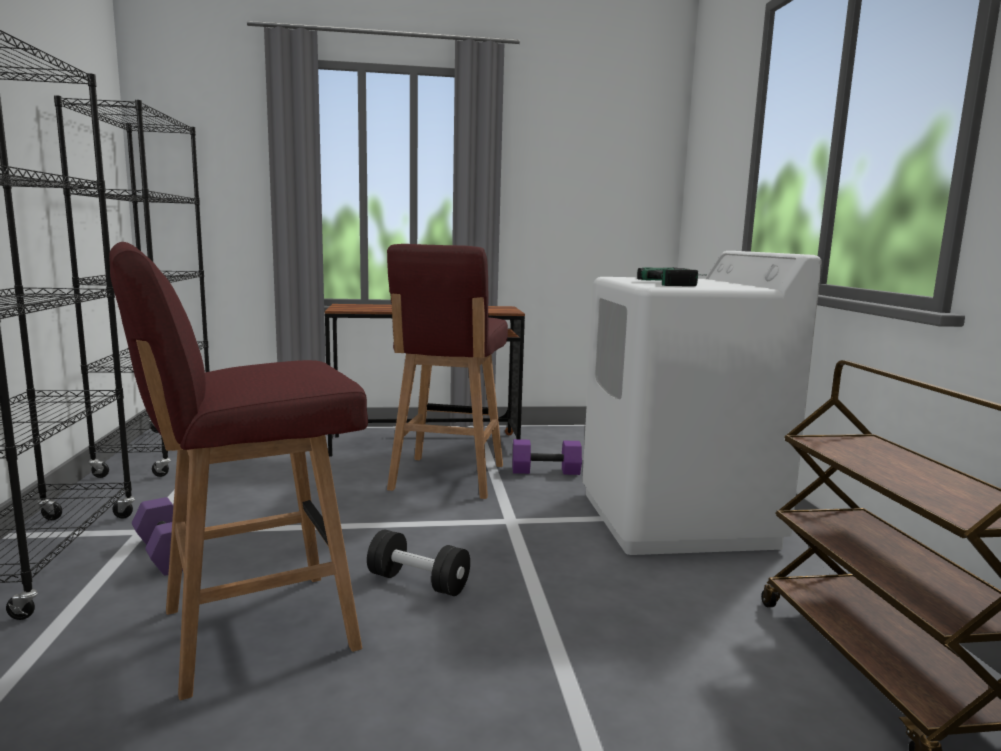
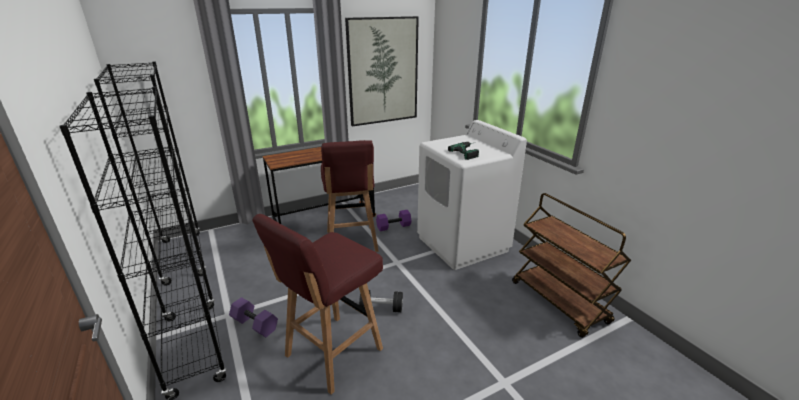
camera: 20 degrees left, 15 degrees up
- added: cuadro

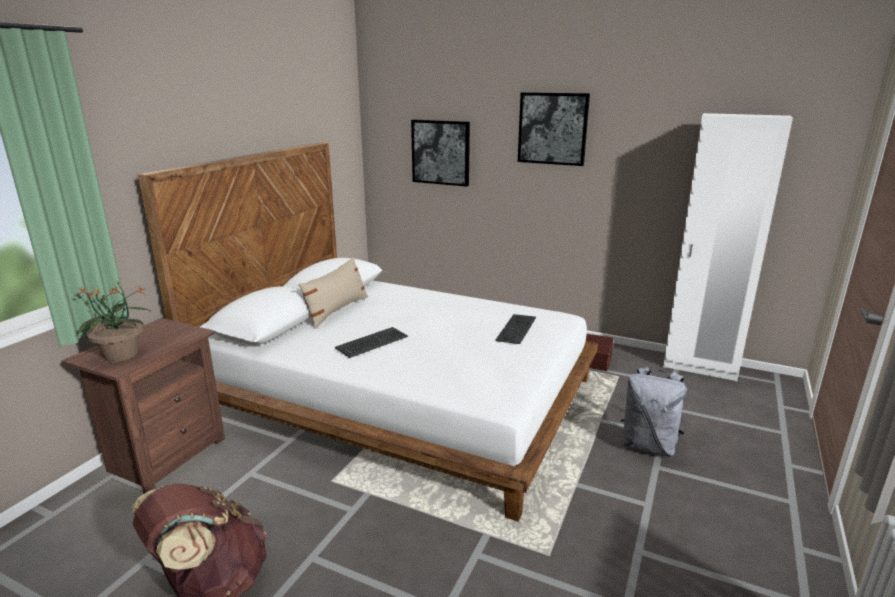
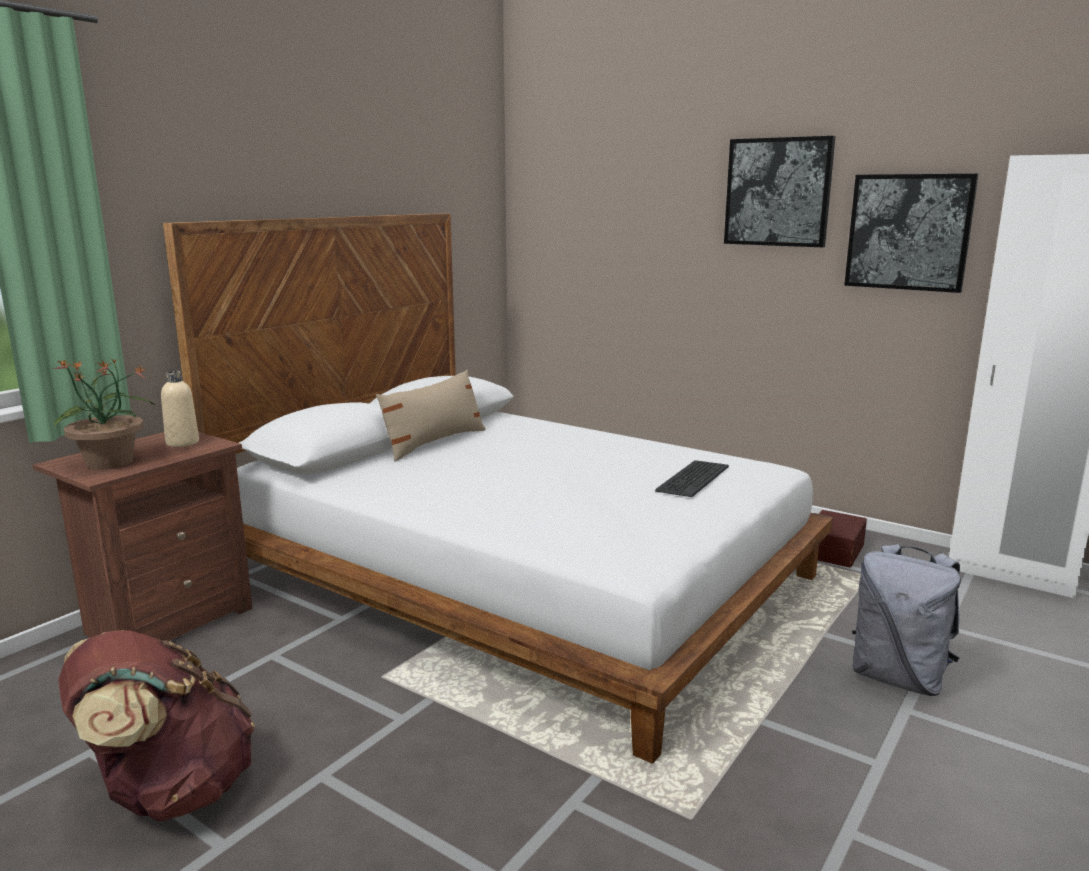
camera: 10 degrees right, 5 degrees down
- removed: teclado (1st from left)
- added: botella (beis)
- moved: cuadro (1st from left in the first image) to cuadro (2nd from left)

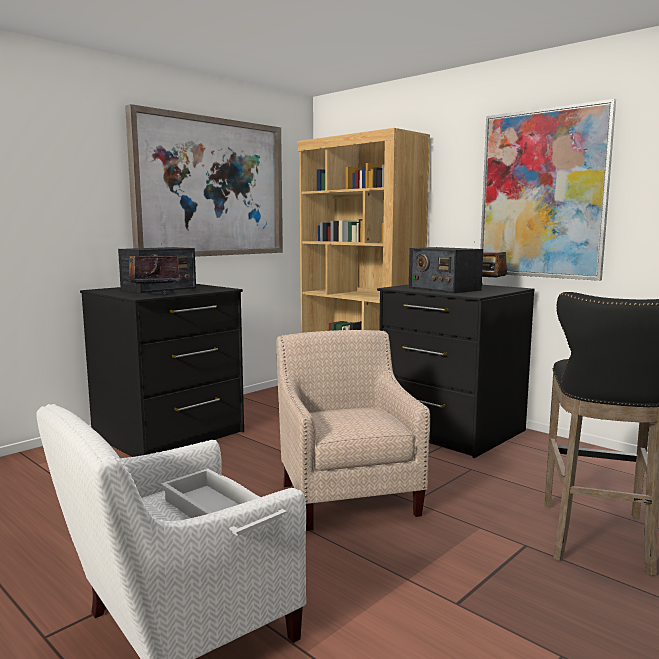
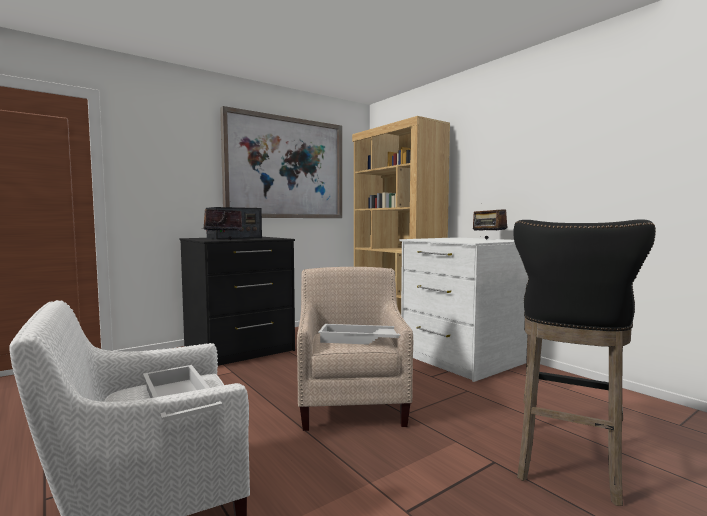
camera: 10 degrees right, 5 degrees down
- removed: radio (3rd from left)
- removed: cuadro (2nd from left)
- added: bandeja (blanco) (2nd from left)
- recoloured: cómoda (negro) (2nd from left) to cómoda (blanco)

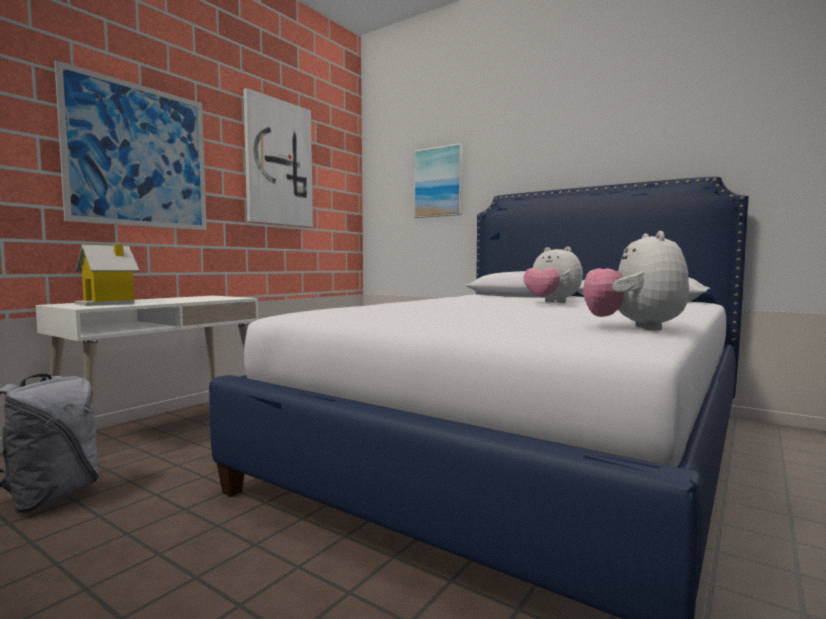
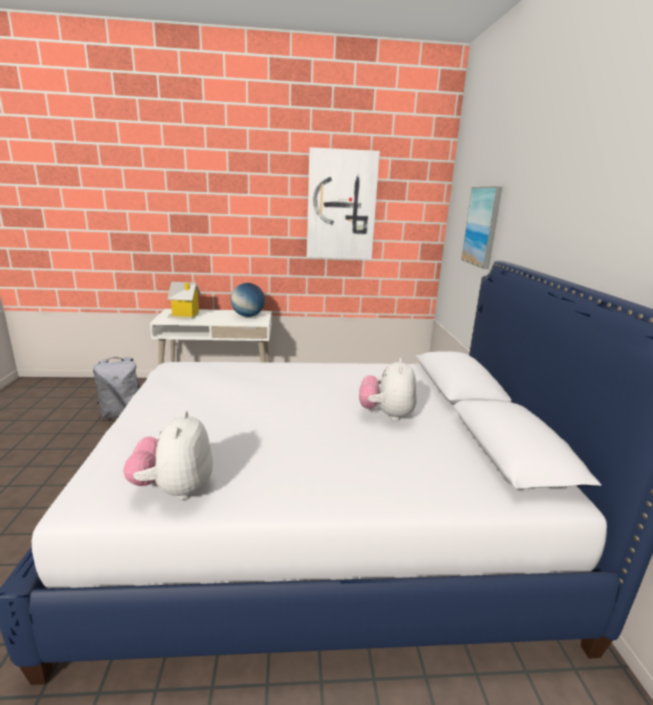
camera: 50 degrees right, 15 degrees up
- removed: cuadro (1st from left)
- added: globo terráqueo
- turned: peluche (2nd from left in the first image) 60 degrees counterclockwise

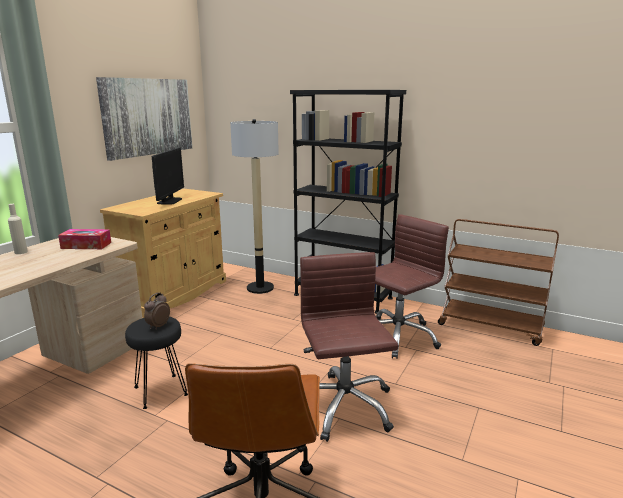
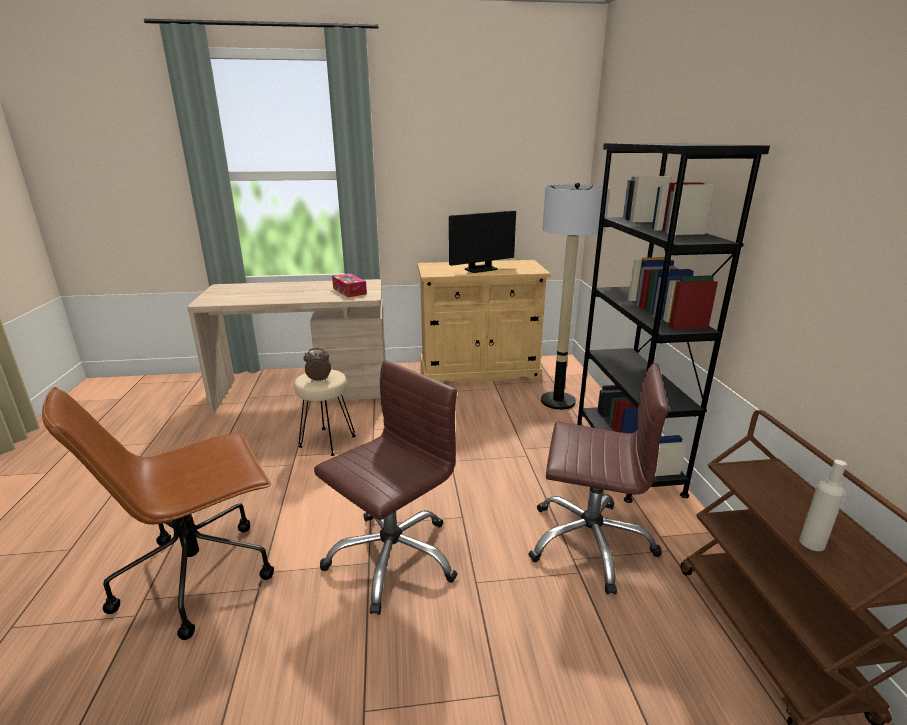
camera: 55 degrees right, 5 degrees up
- removed: cuadro
- moved: botella (beis)
- recoloured: taburete (negro) to taburete (beis)

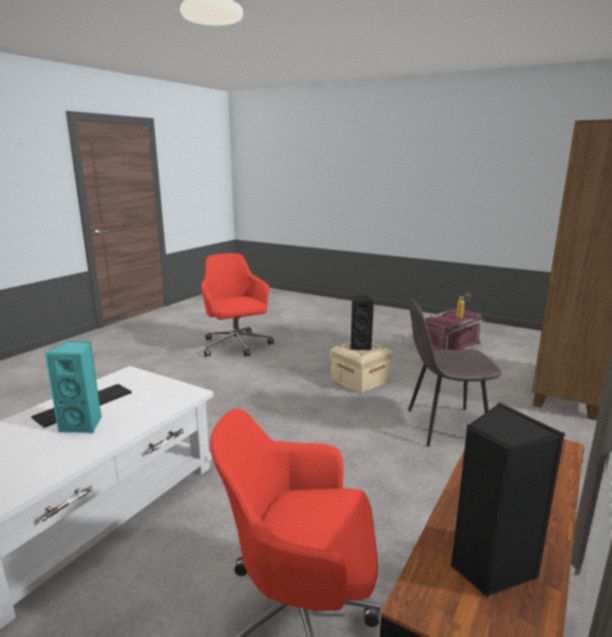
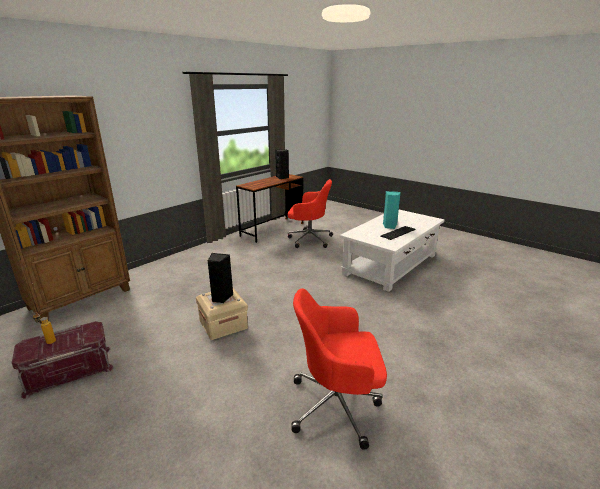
camera: 170 degrees left, 5 degrees up
- removed: silla (gris)
- turned: silla de oficina (rojo) (1st from left in the first image) 105 degrees clockwise

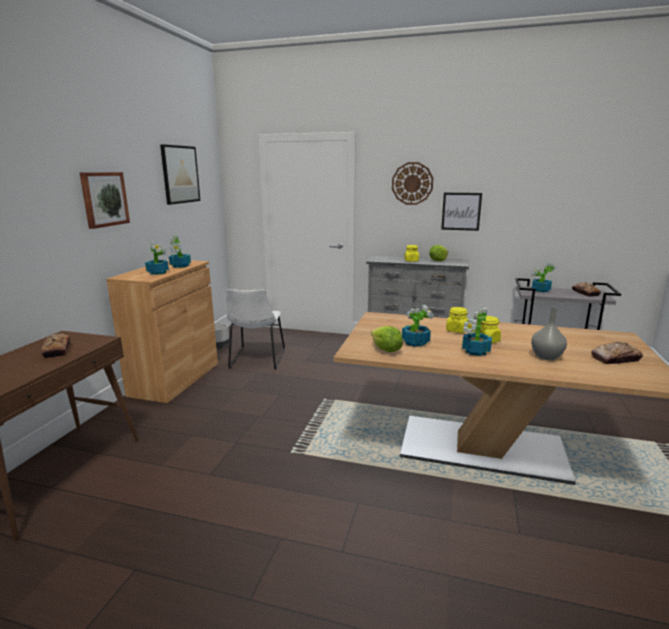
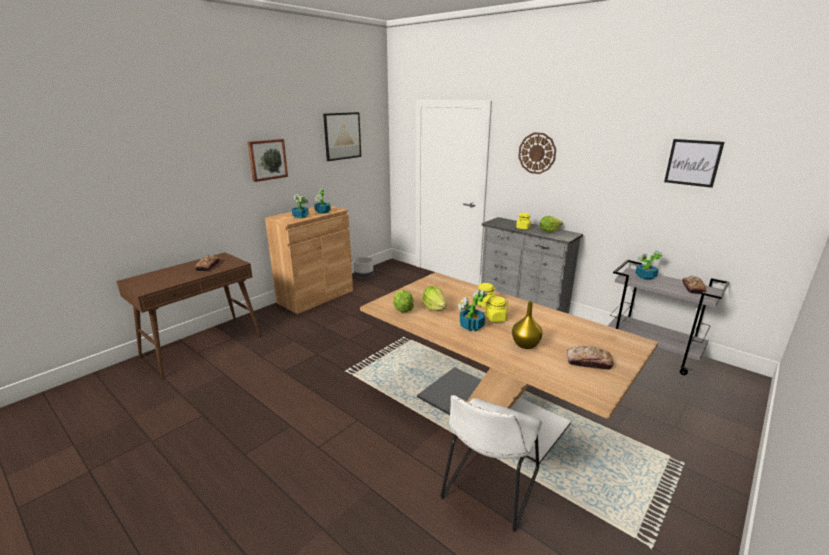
camera: 25 degrees right, 5 degrees up
- moved: silla (blanco)
- moved: cuadro (3rd from left)
- replaced: planta en maceta (3rd from left) to lechuga (2nd from left)
- recoloured: florero (gris) to florero (amarillo)

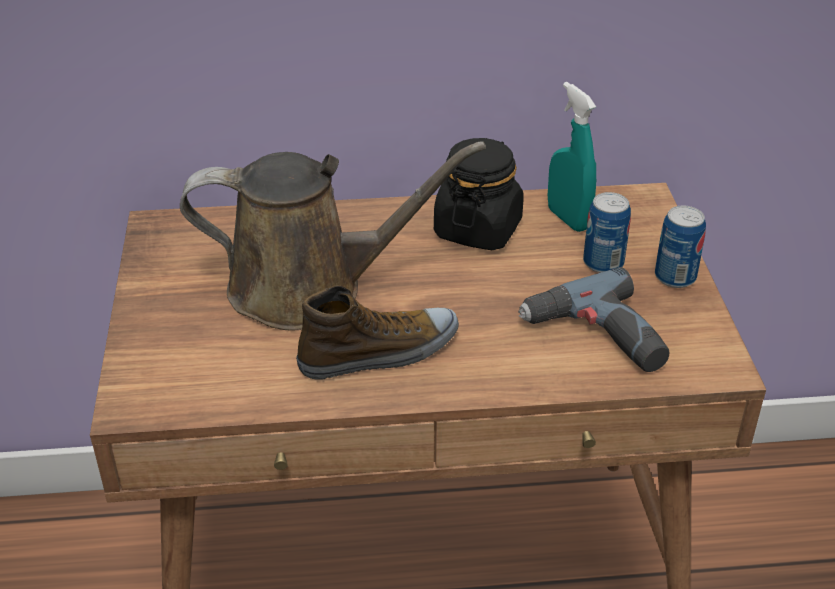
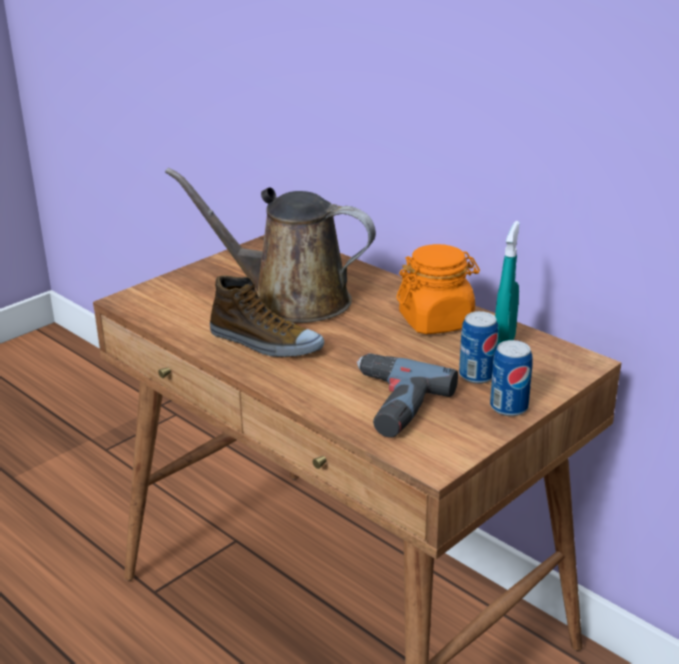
camera: 50 degrees right, 10 degrees down
- recoloured: tarro (negro) to tarro (naranja)
- turned: regadera (marrón) 150 degrees clockwise

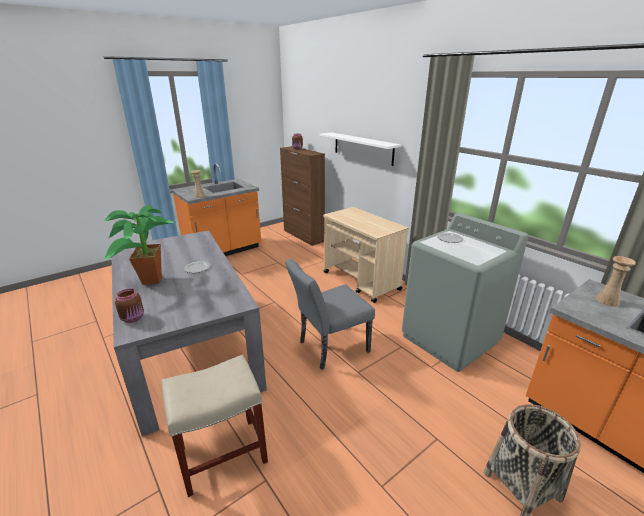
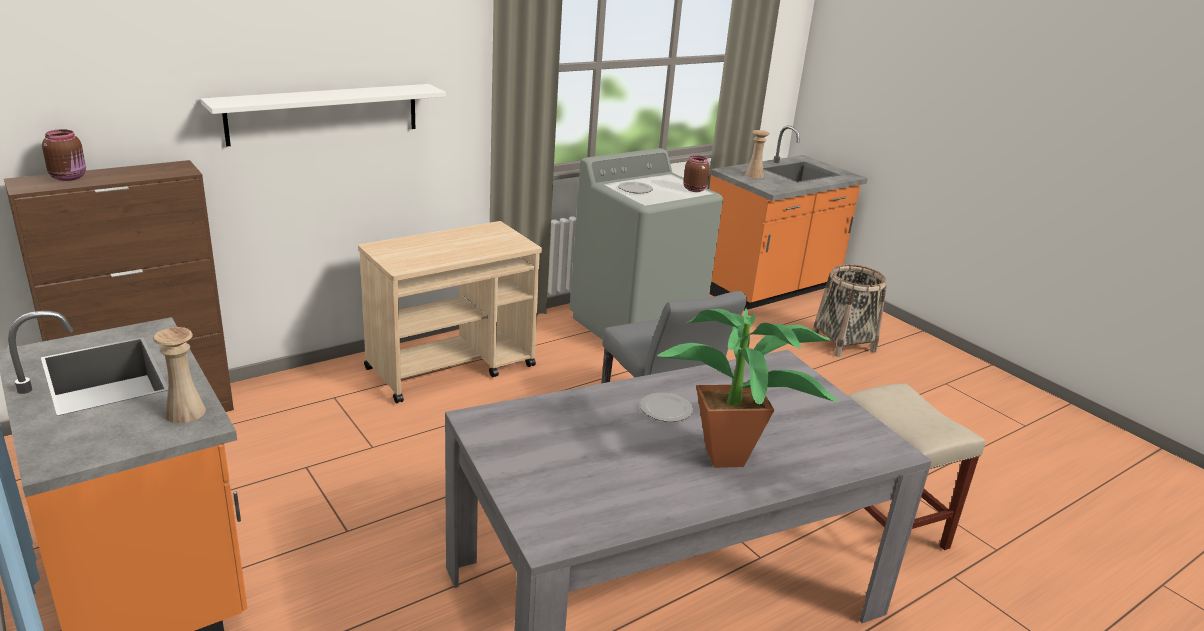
camera: 90 degrees left, 0 degrees up
- moved: tarro (marrón) (1st from left in the first image) to tarro (marrón) (2nd from left)

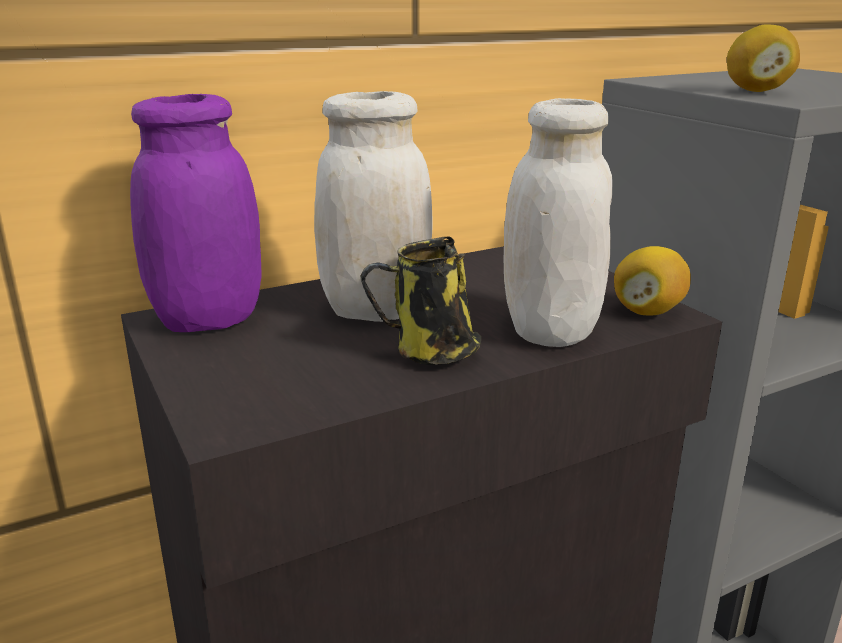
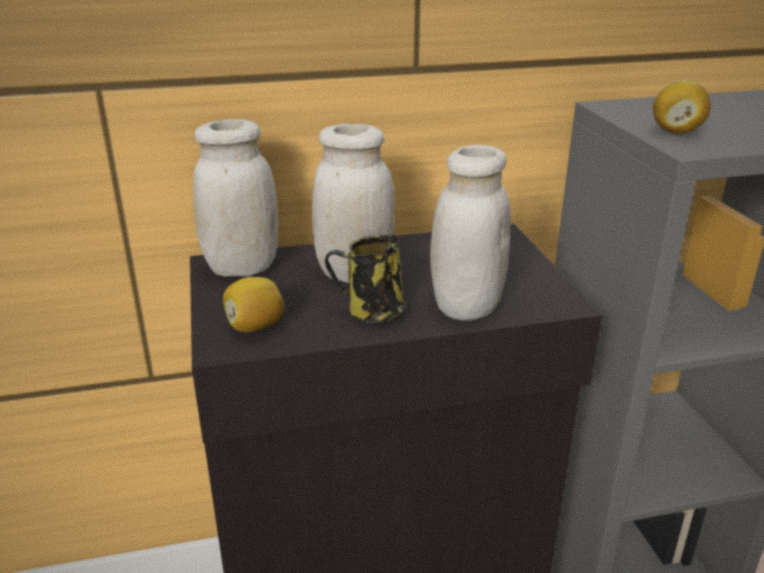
camera: 15 degrees right, 5 degrees up
- moved: limón (1st from left)
- recoloured: tarro (morado) to tarro (blanco) (1st from left)

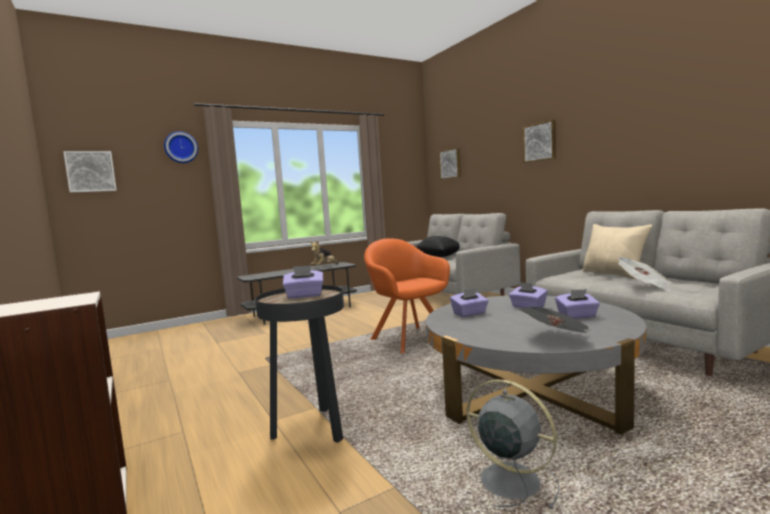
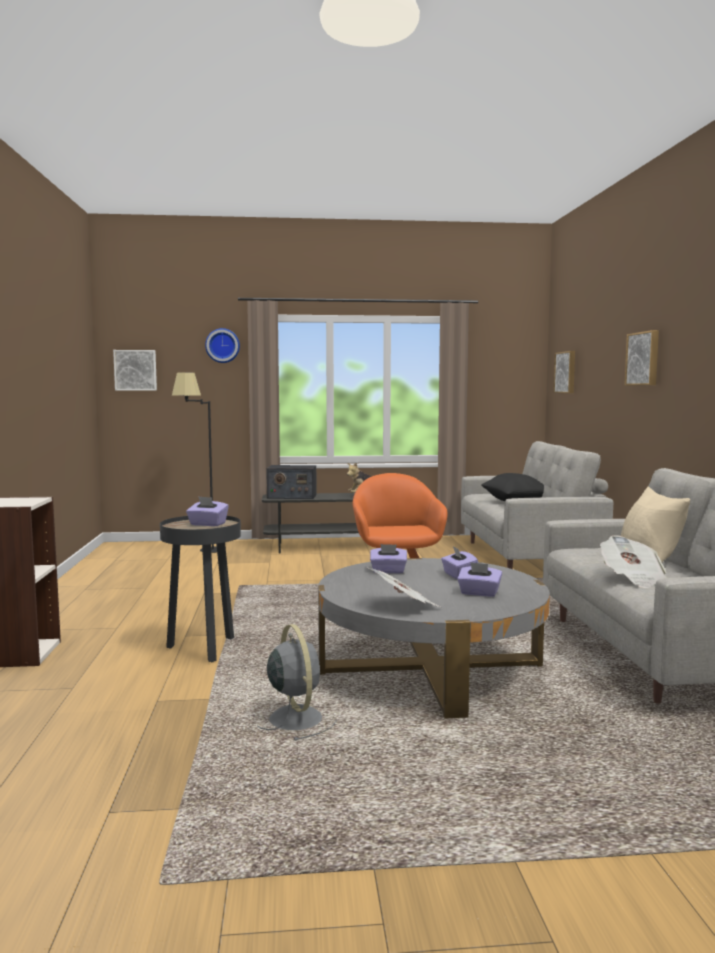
camera: 25 degrees right, 0 degrees up
- added: lámpara de pie (negro)
- added: radio

